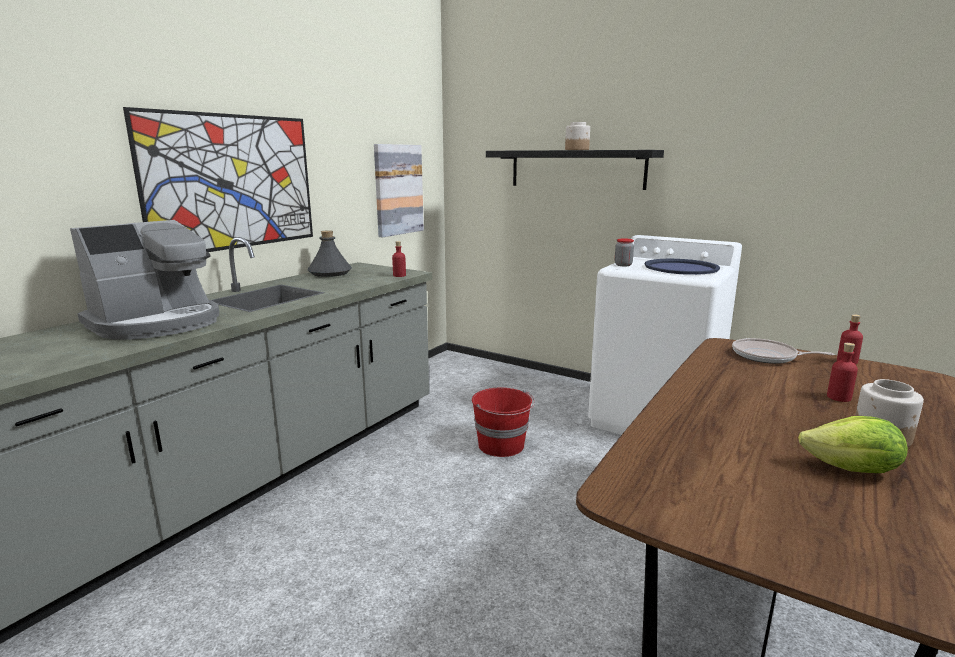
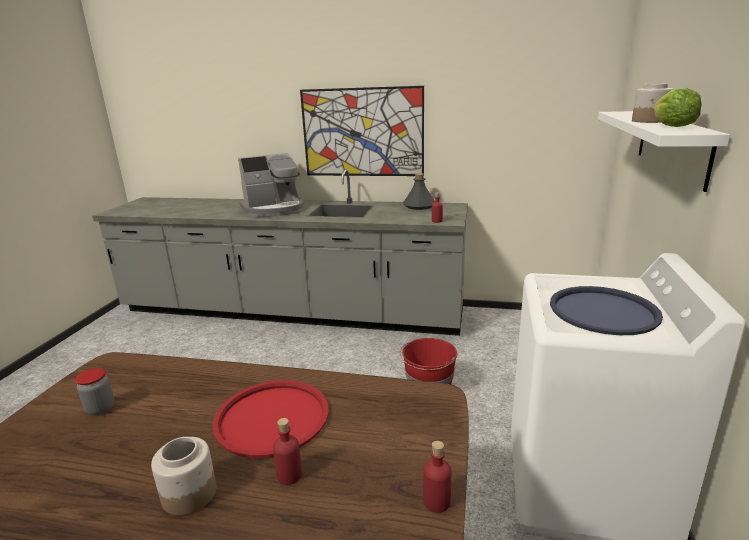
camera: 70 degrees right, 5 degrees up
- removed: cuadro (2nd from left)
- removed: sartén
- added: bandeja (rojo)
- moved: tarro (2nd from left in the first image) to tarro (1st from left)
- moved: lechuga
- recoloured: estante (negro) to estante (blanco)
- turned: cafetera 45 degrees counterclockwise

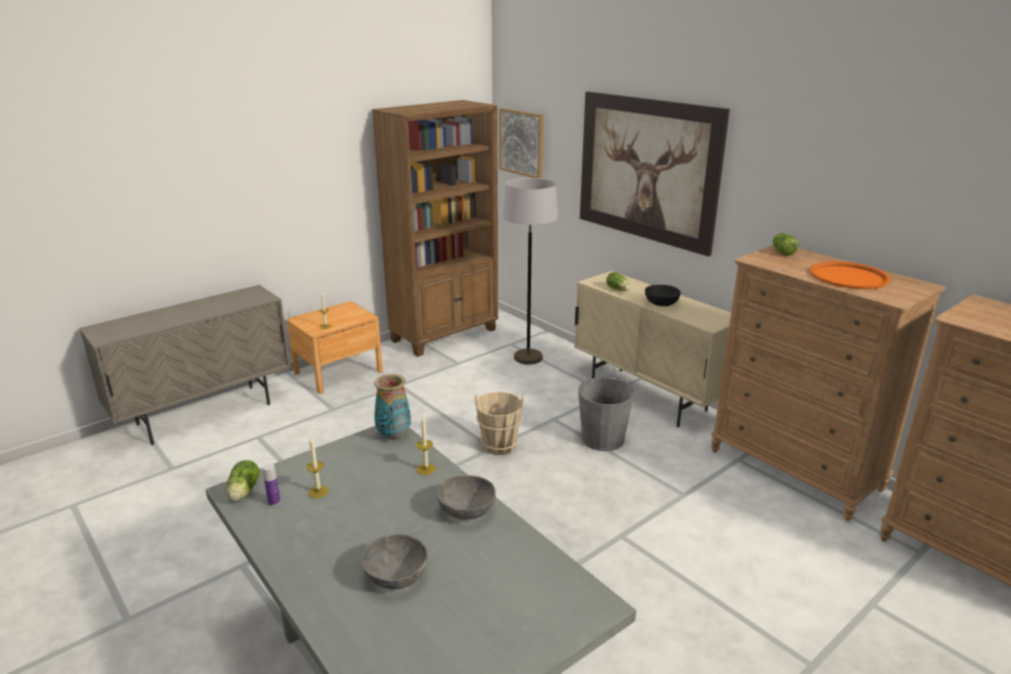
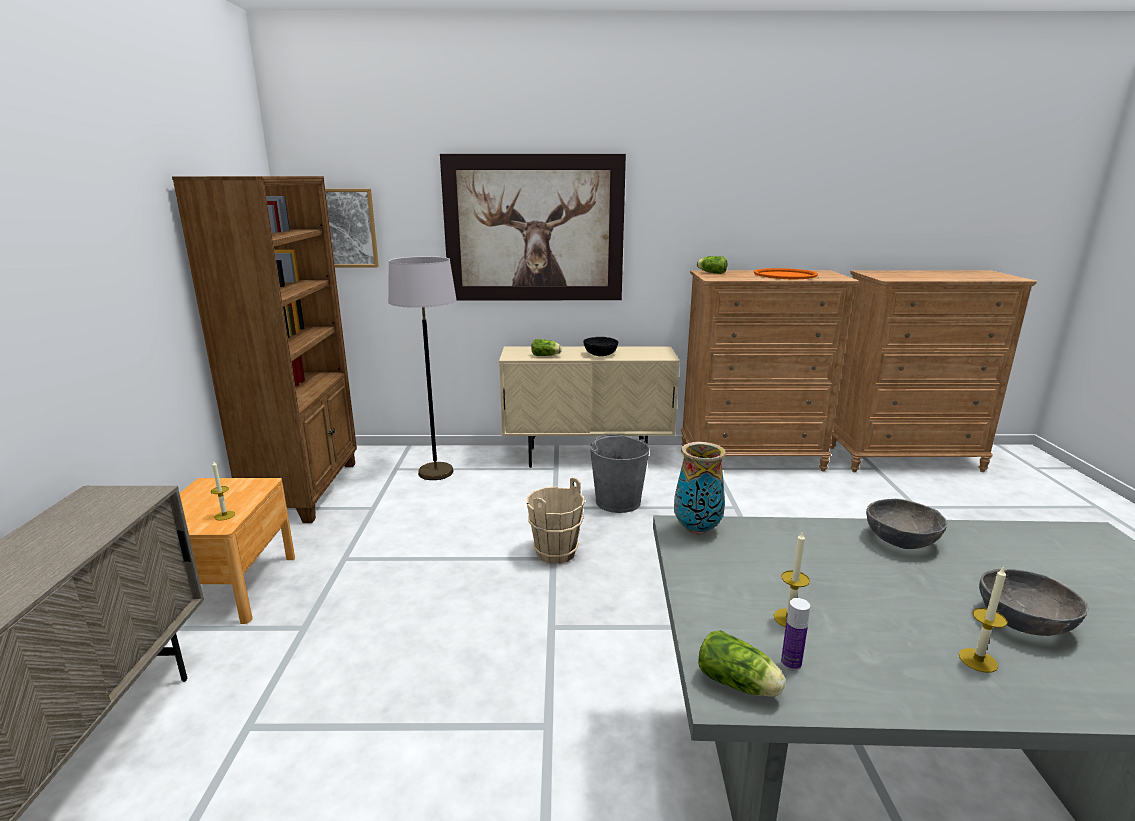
camera: 50 degrees left, 5 degrees down
- moved: vela (3rd from left)

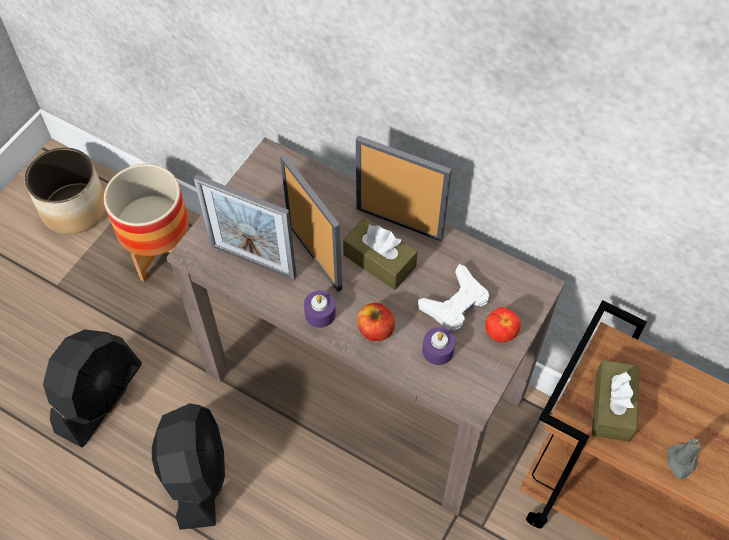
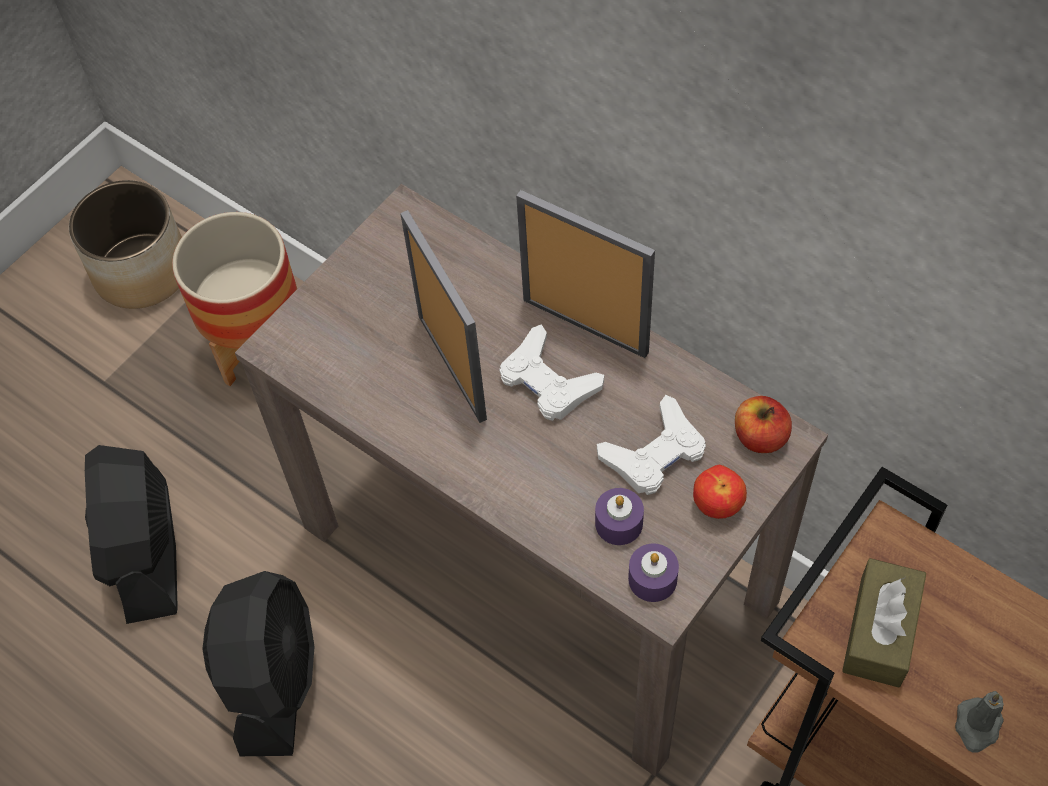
camera: 10 degrees right, 0 degrees up
- removed: portarretratos (1st from left)
- moved: vela (morado) (1st from left in the first image) to vela (morado) (2nd from left)
- moved: manzana (1st from left in the first image) to manzana (2nd from left)
- replaced: caja de pañuelos (marrón) (1st from left) to mando de consola (blanco) (1st from left)
- turned: ventilador (negro) (1st from left) 135 degrees clockwise

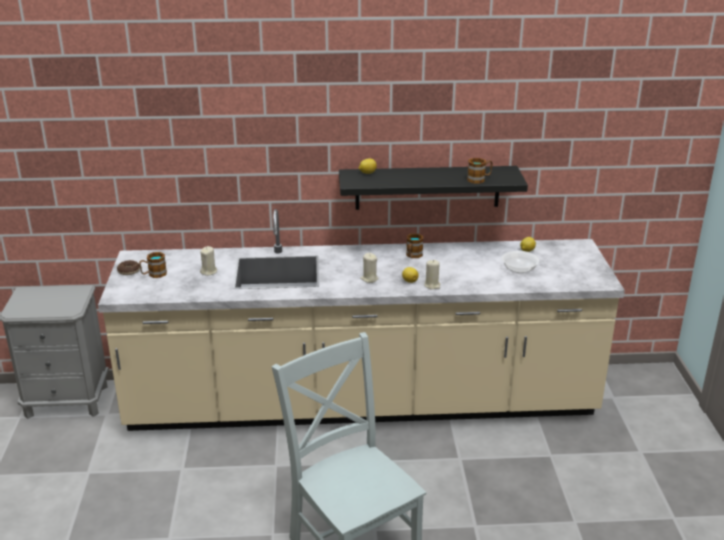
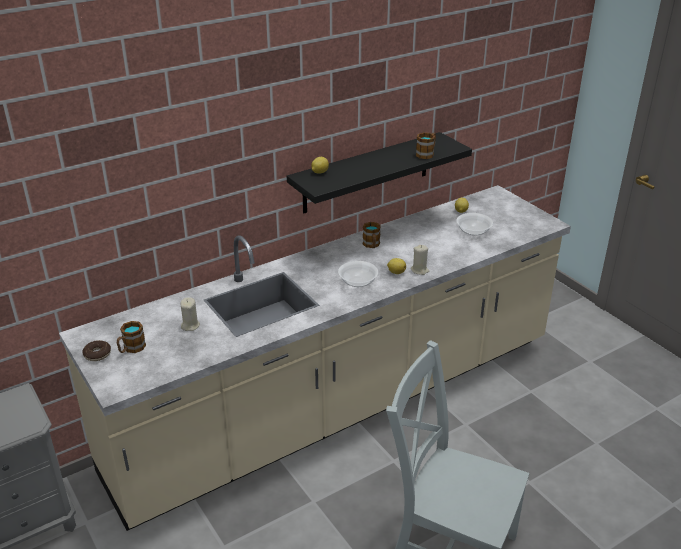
camera: 30 degrees left, 5 degrees up
- replaced: vela (beis) (2nd from left) to cuenco (1st from left)

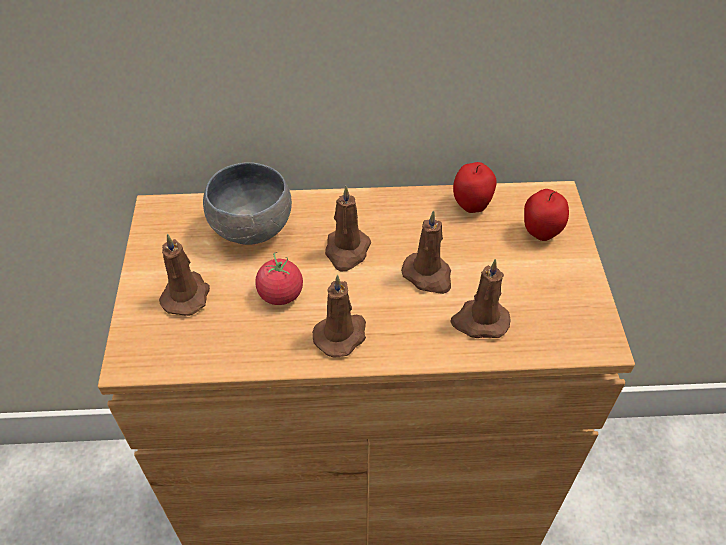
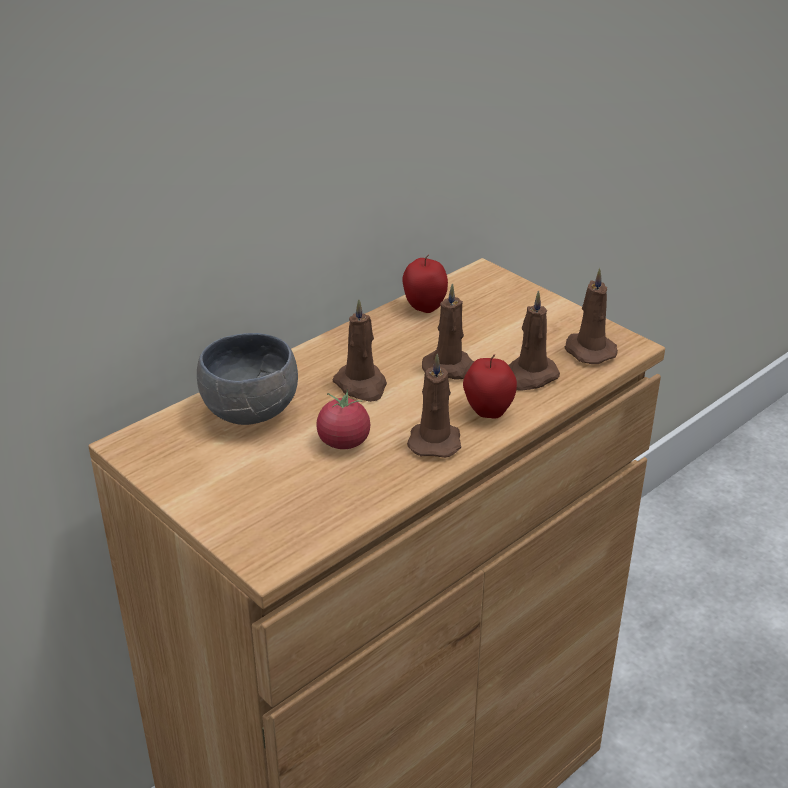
camera: 40 degrees left, 15 degrees down
- moved: vela (marrón) (1st from left in the first image) to vela (marrón) (5th from left)
- moved: manzana (2nd from left)

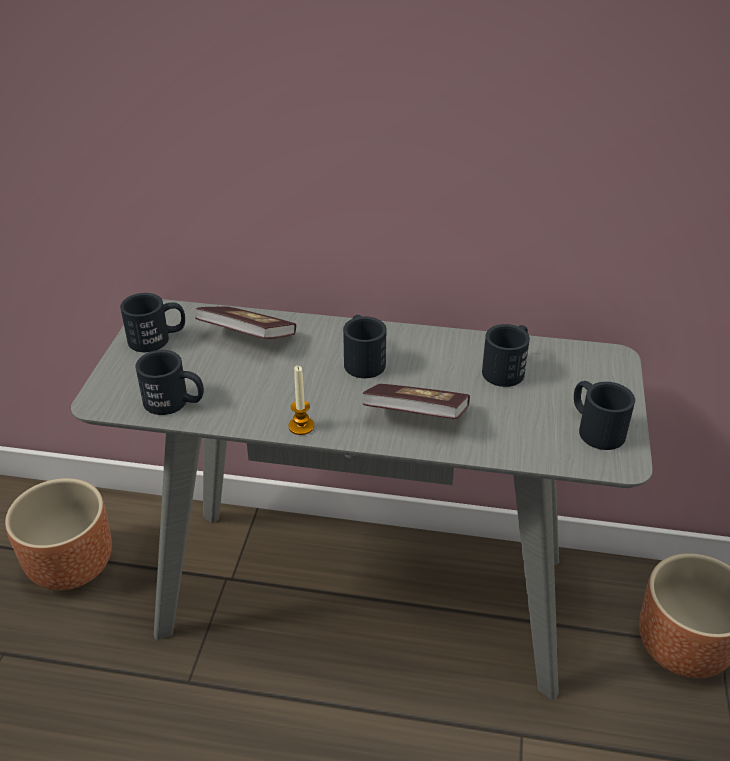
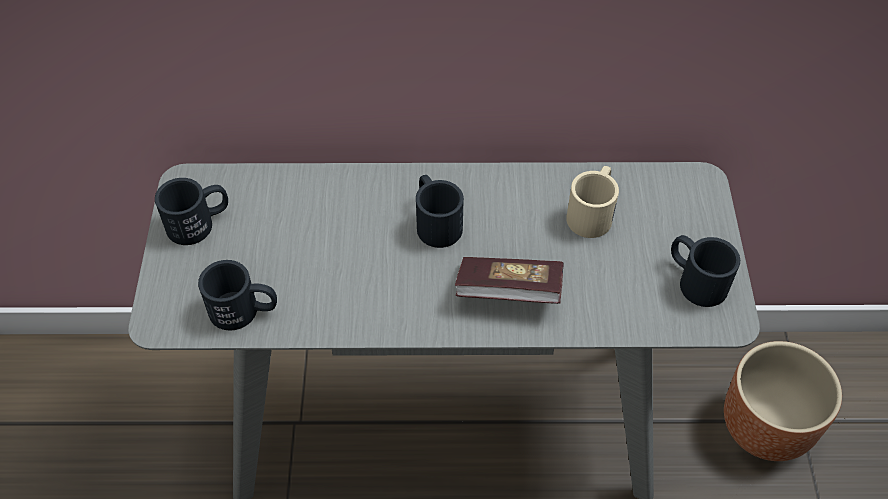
camera: 10 degrees left, 15 degrees up
- removed: maceta (marrón) (1st from left)
- removed: libro (1st from left)
- removed: vela
- recoloured: taza grande (negro) (4th from left) to taza grande (beis)

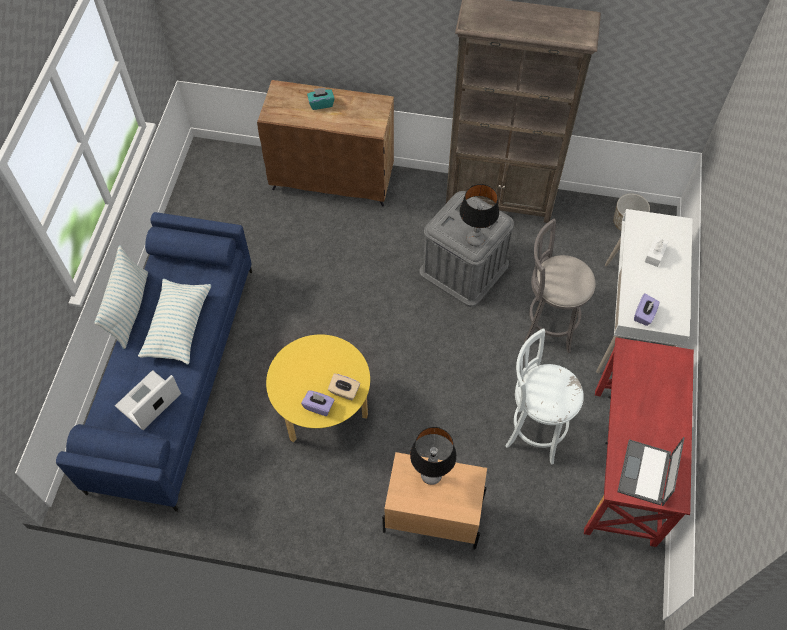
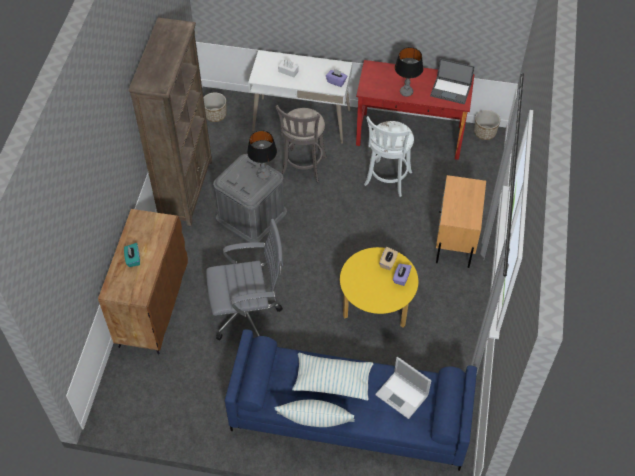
camera: 90 degrees left, 5 degrees down
- added: silla de oficina (gris)
- added: maceta (2nd from left)
- moved: lámpara de mesa (1st from left in the first image) to lámpara de mesa (2nd from left)

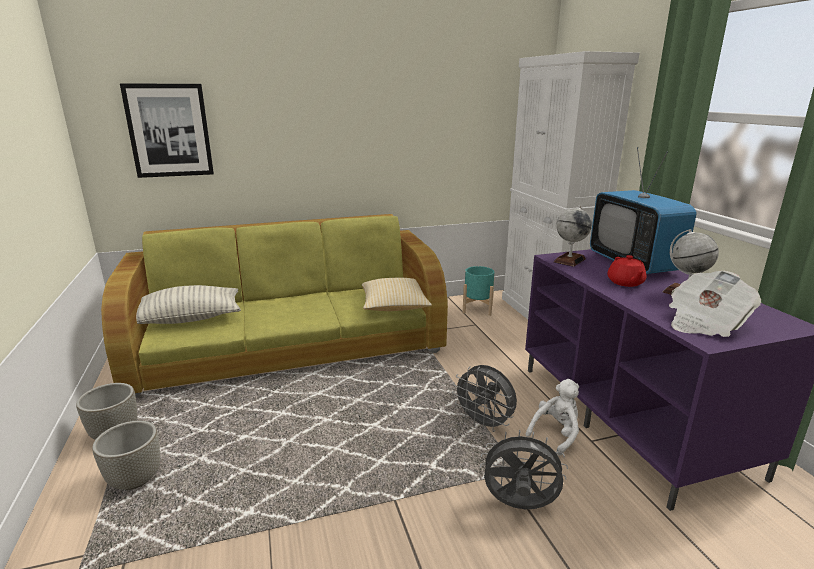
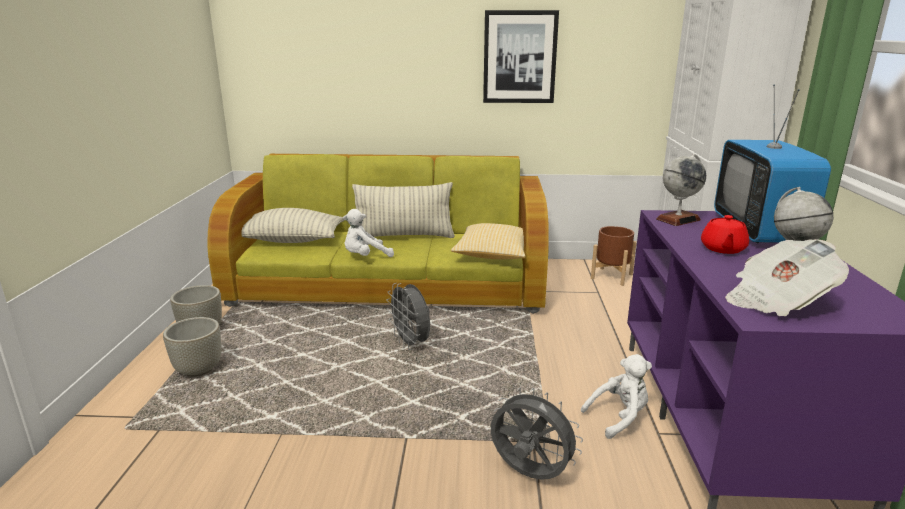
camera: 20 degrees right, 0 degrees up
- added: peluche (blanco) (1st from left)
- added: cojín (2nd from left)
- moved: cuadro
- moved: ventilador (gris) (1st from left)
- recoloured: maceta (turquesa) to maceta (marrón)

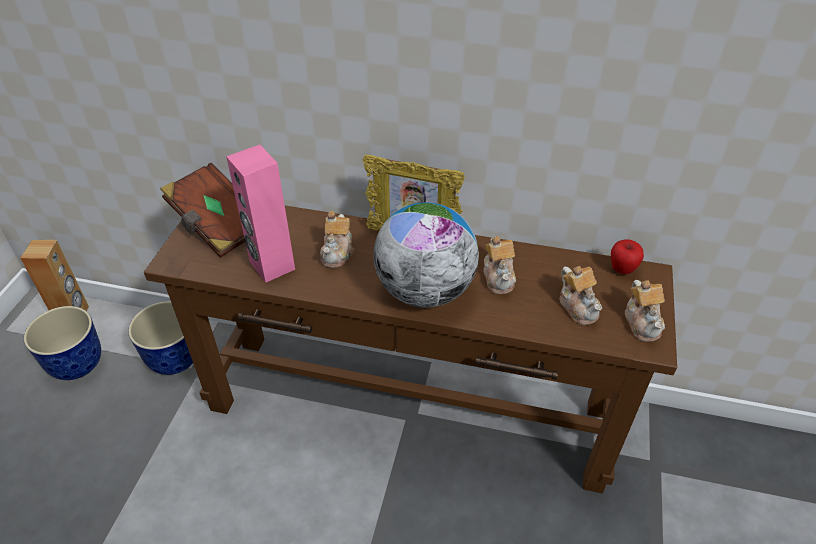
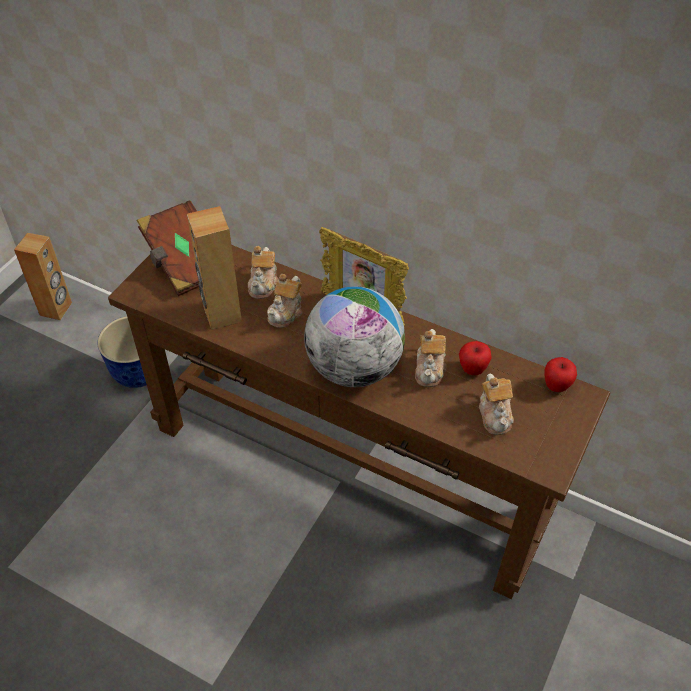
camera: 15 degrees right, 5 degrees up
- removed: maceta (1st from left)
- added: manzana (1st from left)
- moved: tetera (4th from left in the first image) to tetera (1st from left)
- recoloured: altavoz (rosa) to altavoz (marrón) (2nd from left)

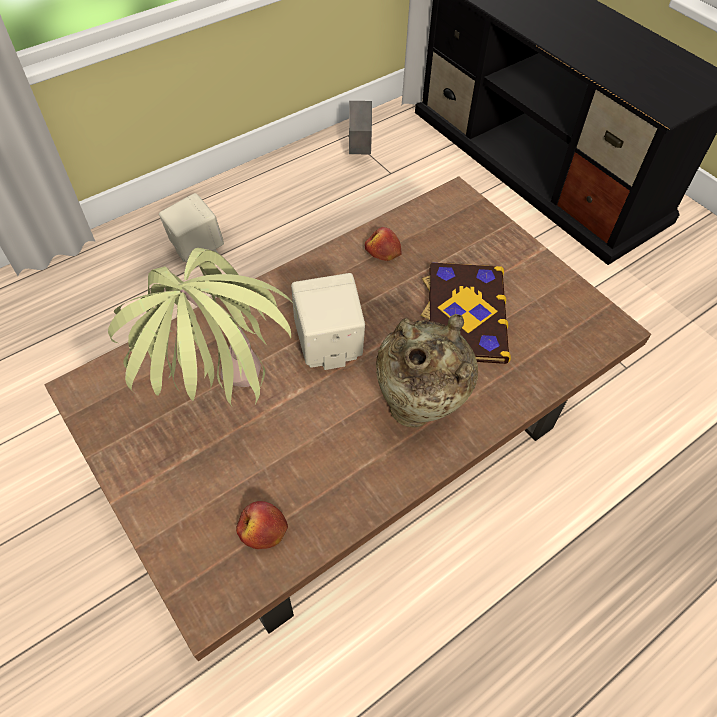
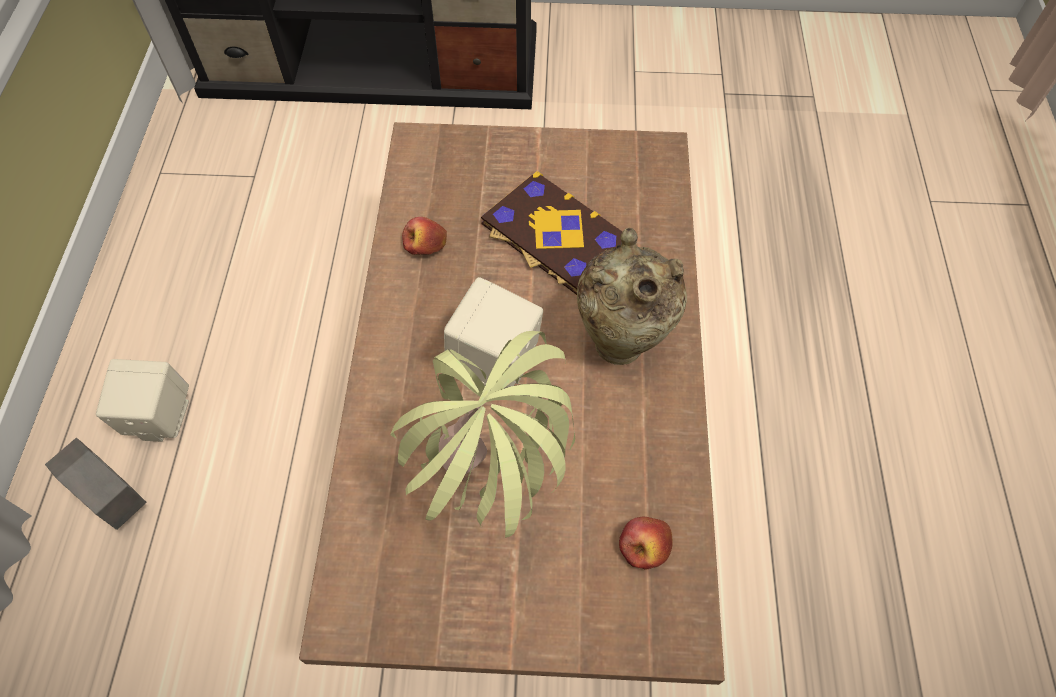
camera: 50 degrees left, 5 degrees up
- moved: maceta (gris)

